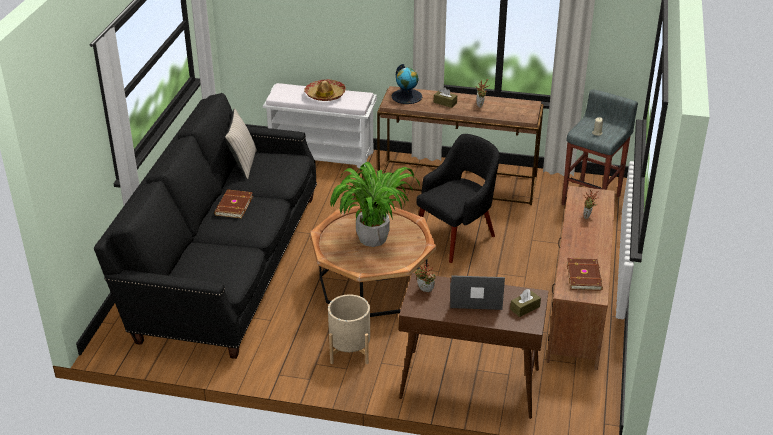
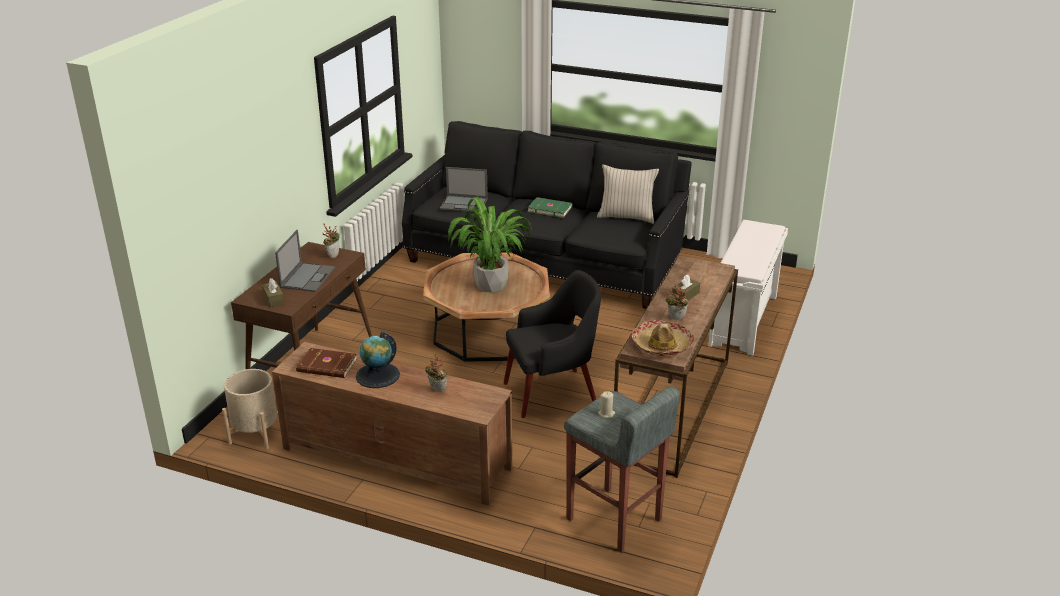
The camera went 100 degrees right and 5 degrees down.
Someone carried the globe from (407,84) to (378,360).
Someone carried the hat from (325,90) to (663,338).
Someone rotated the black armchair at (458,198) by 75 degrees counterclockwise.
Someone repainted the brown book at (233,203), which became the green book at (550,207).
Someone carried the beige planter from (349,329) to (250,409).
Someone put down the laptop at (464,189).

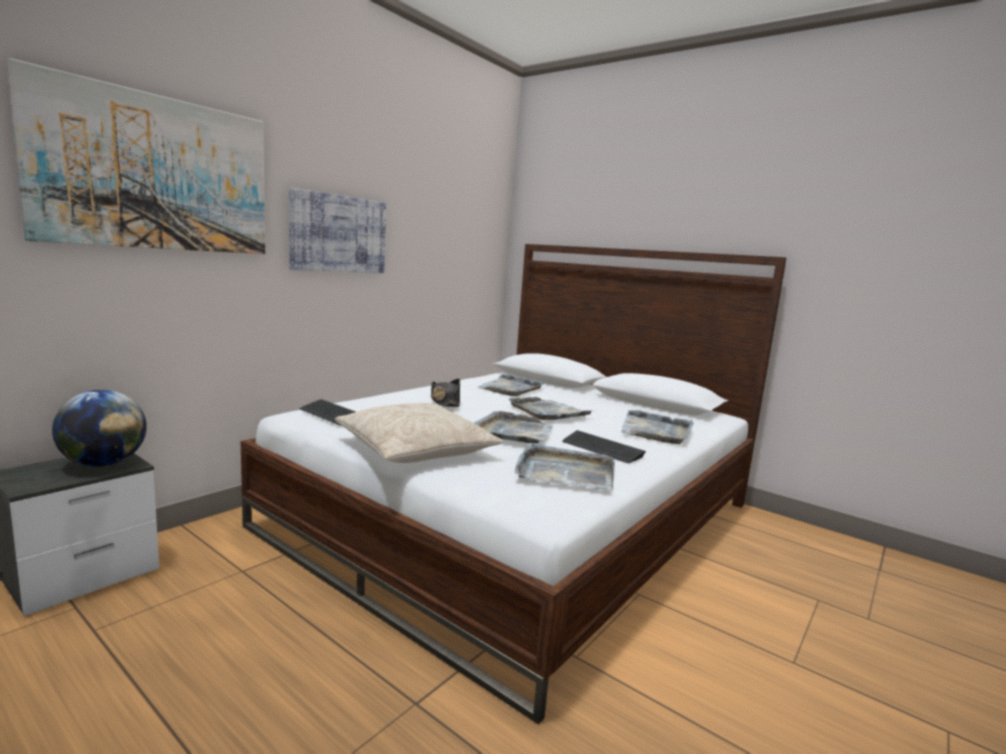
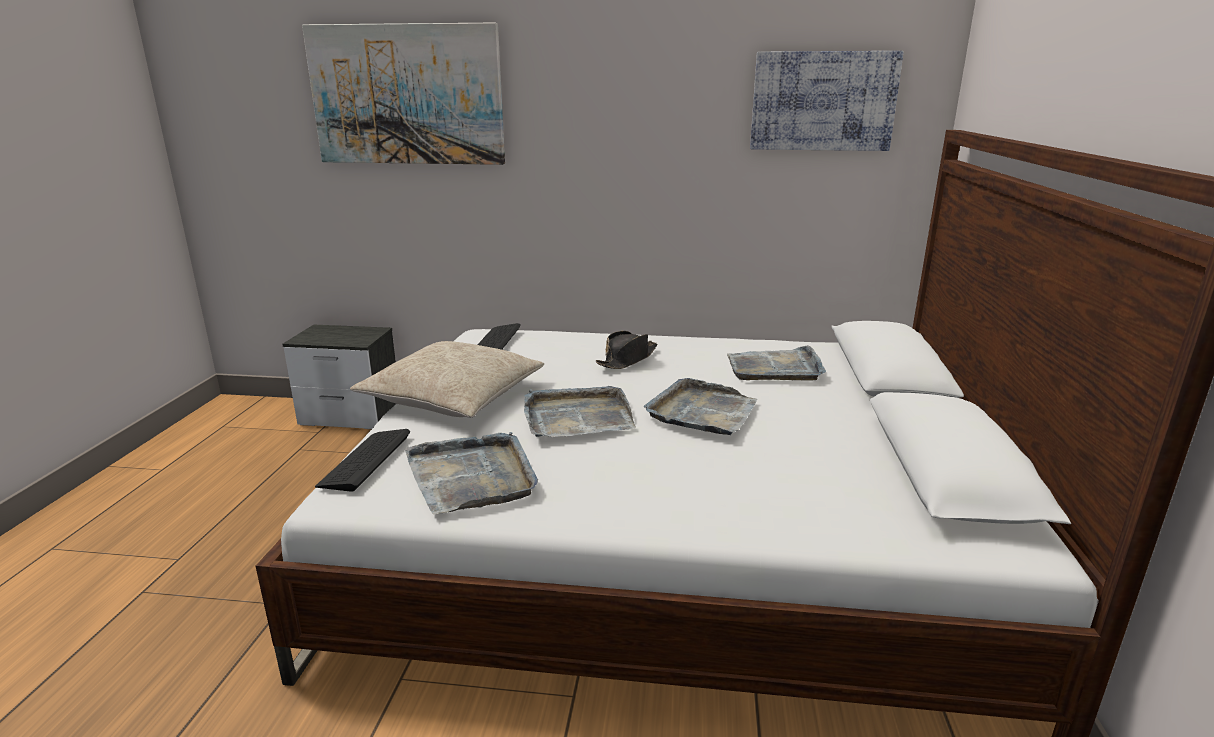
The camera went 60 degrees right and 10 degrees up.
Someone carried the picture from (337,230) to (827,101).
Someone took away the globe at (99,428).
Someone took away the grey tray at (657,427).
Someone carried the keyboard from (604,446) to (362,460).

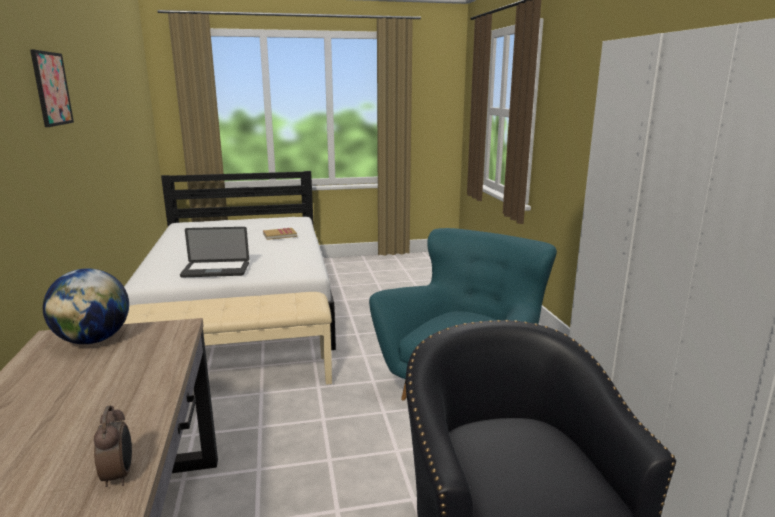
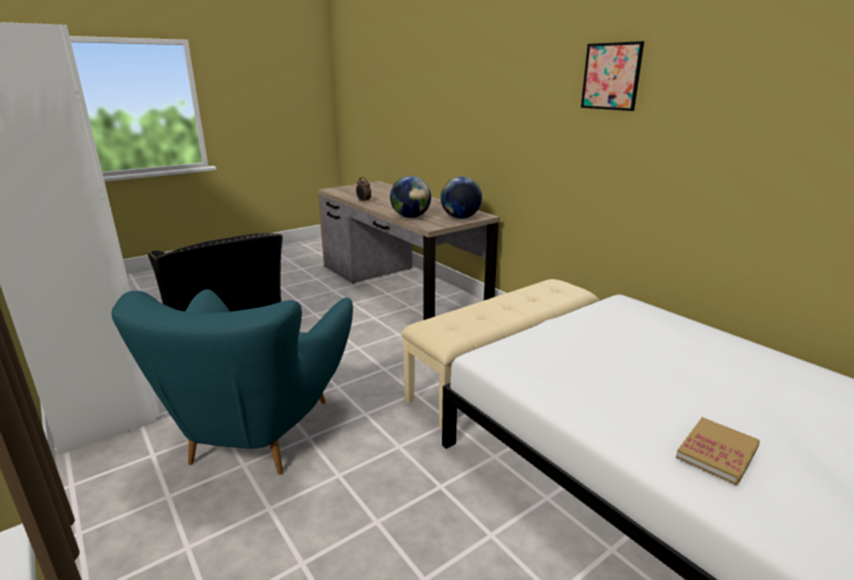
The camera went 155 degrees right and 5 degrees up.
Someone took away the laptop at (214,252).
Someone put down the globe at (410,197).

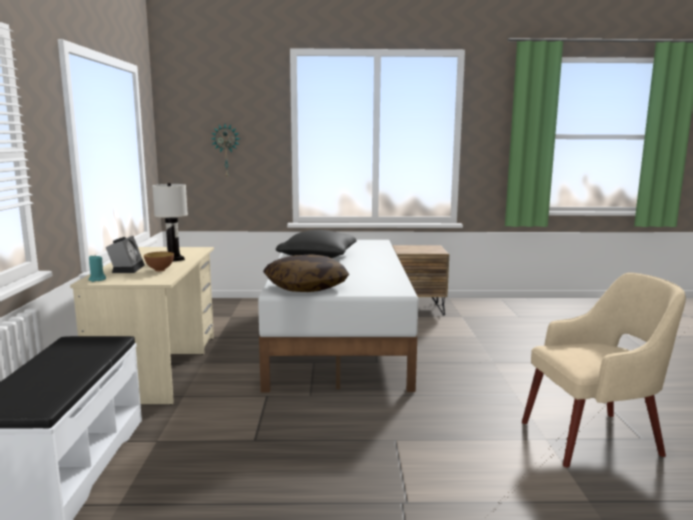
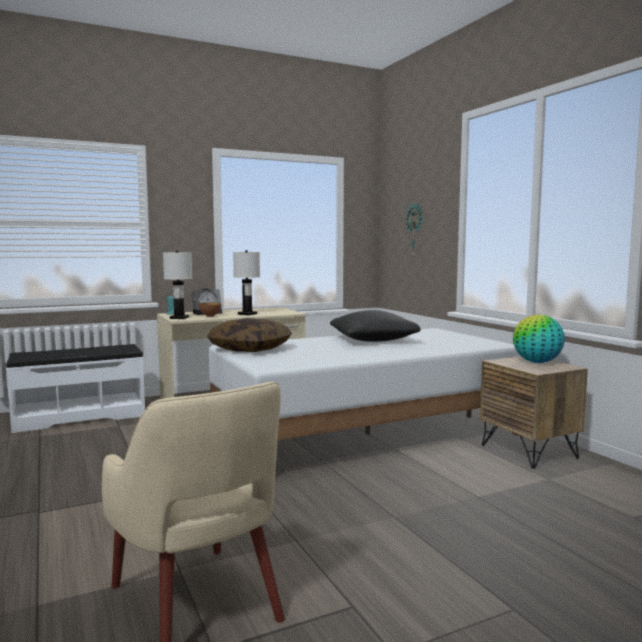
The camera went 65 degrees right and 5 degrees down.
Someone put down the white table lamp at (177,285).
Someone put down the globe at (539,338).

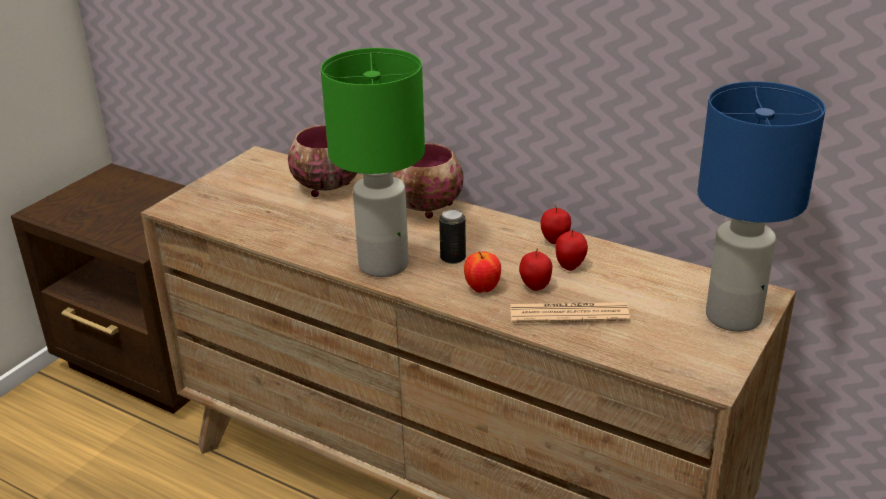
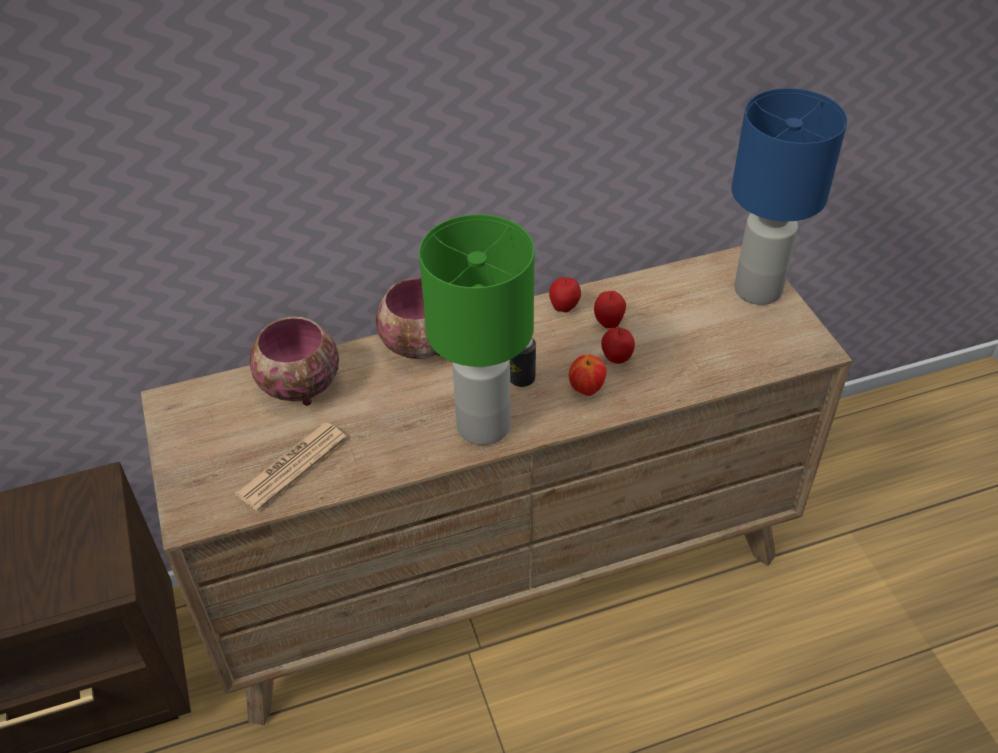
The camera went 50 degrees left and 15 degrees up.
Someone carried the newspaper from (570,312) to (290,467).

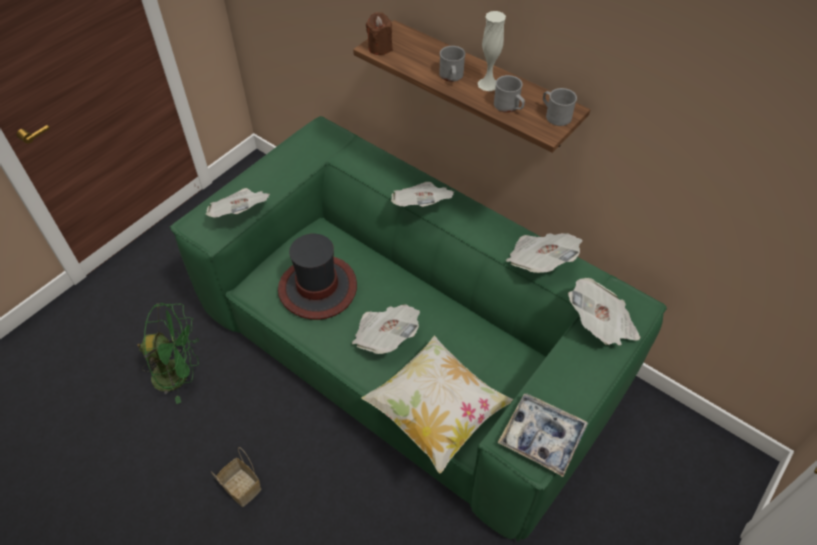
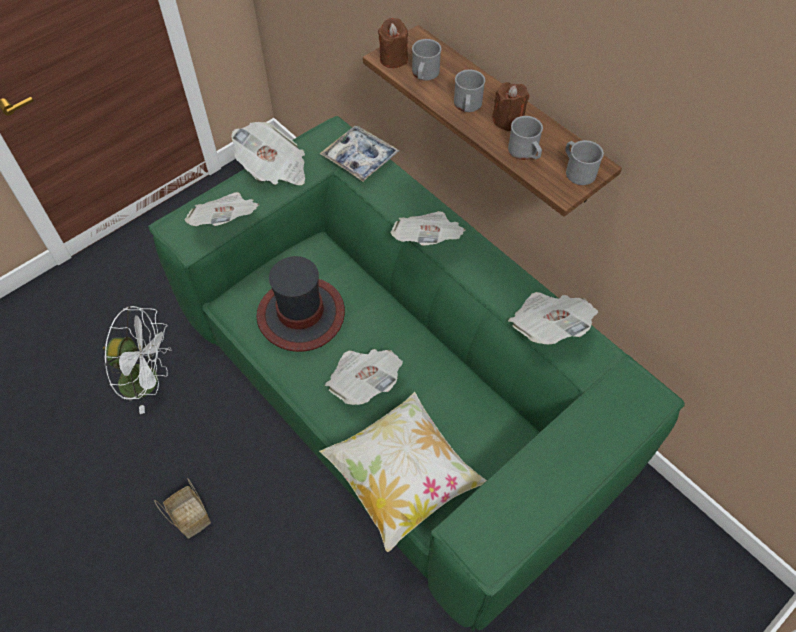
The camera went 10 degrees right and 5 degrees up.
Someone swapped the white vase at (492,51) for the brown candle at (510,106).
Someone carried the newspaper from (604,311) to (268,153).
Someone repainted the green fan at (168,353), which became the white fan at (137,360).
Someone carried the tray from (543,435) to (359,154).
Someone put down the grey mug at (426,60).

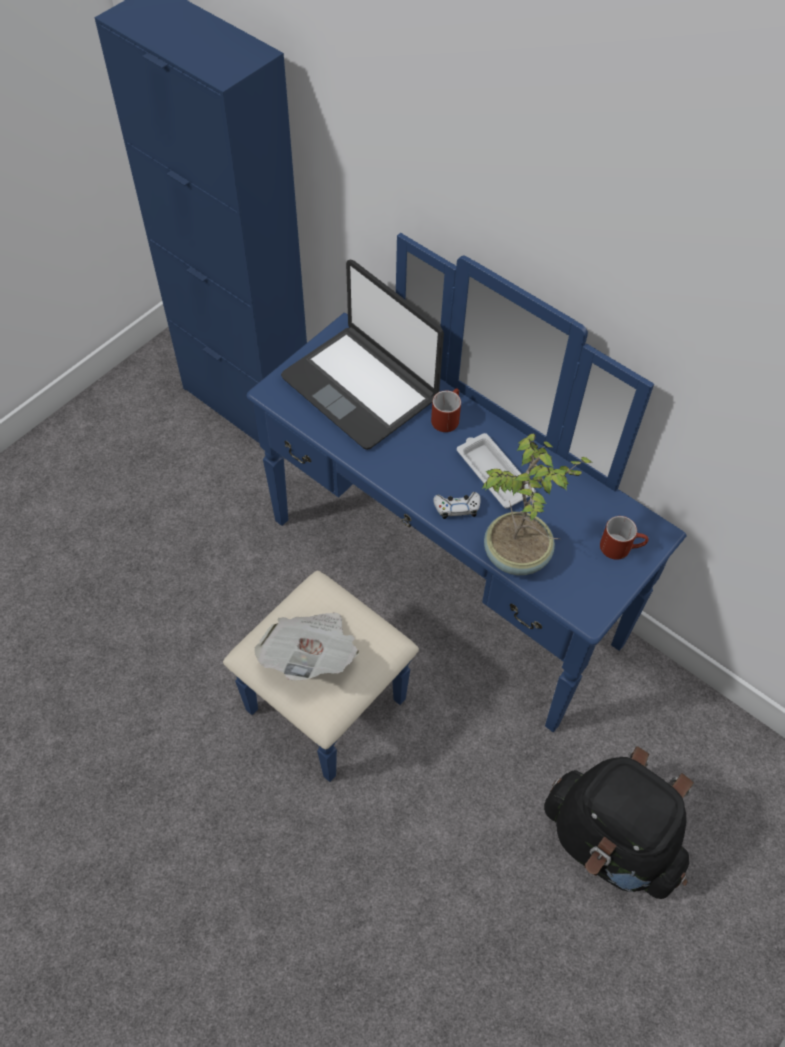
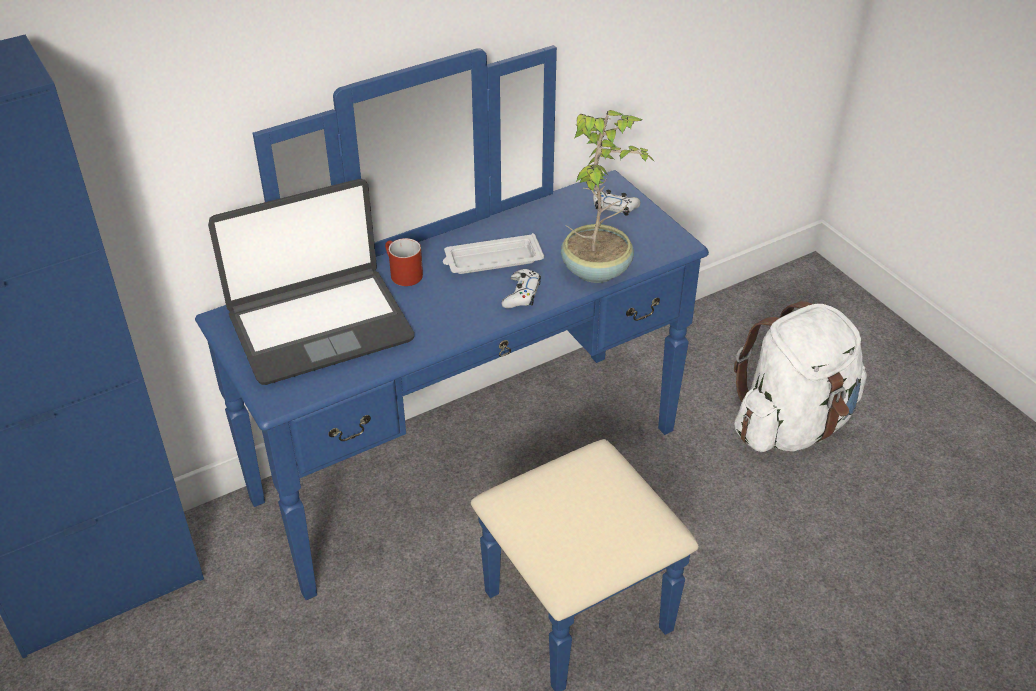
The camera went 70 degrees left and 15 degrees down.
Someone swapped the red mug at (624,538) for the white game controller at (616,203).
Someone took away the newspaper at (306,646).
Someone repainted the black backpack at (619,822), which became the white backpack at (800,376).

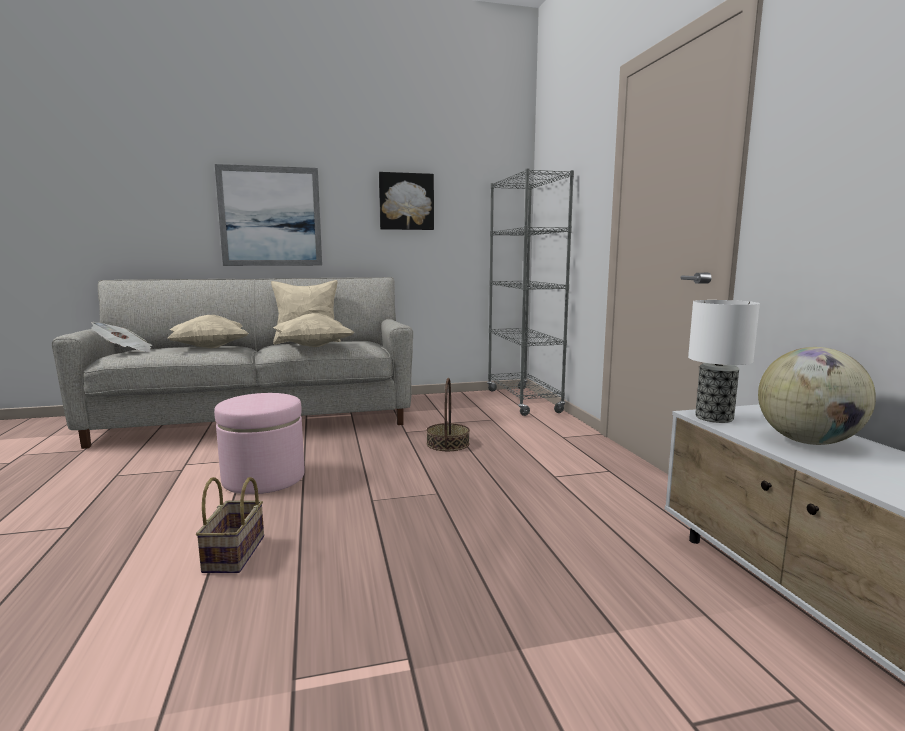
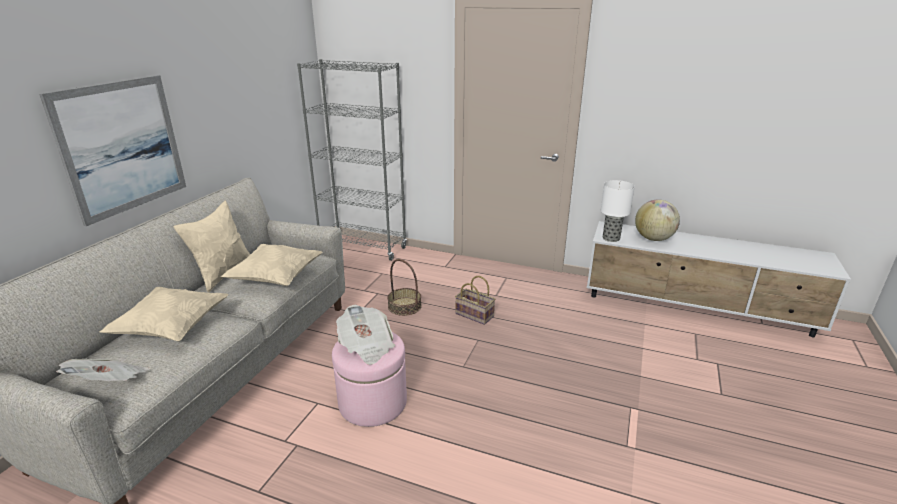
The camera went 55 degrees left and 15 degrees up.
Someone took away the picture at (406,201).
Someone carried the basket from (230,525) to (475,300).
Someone put down the newspaper at (365,335).

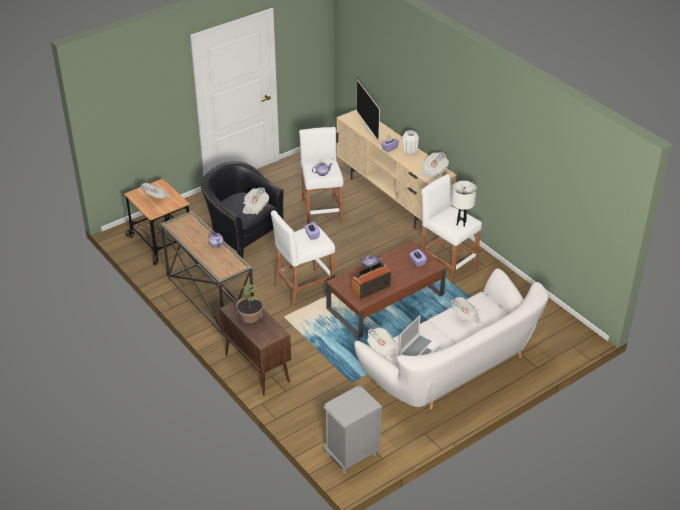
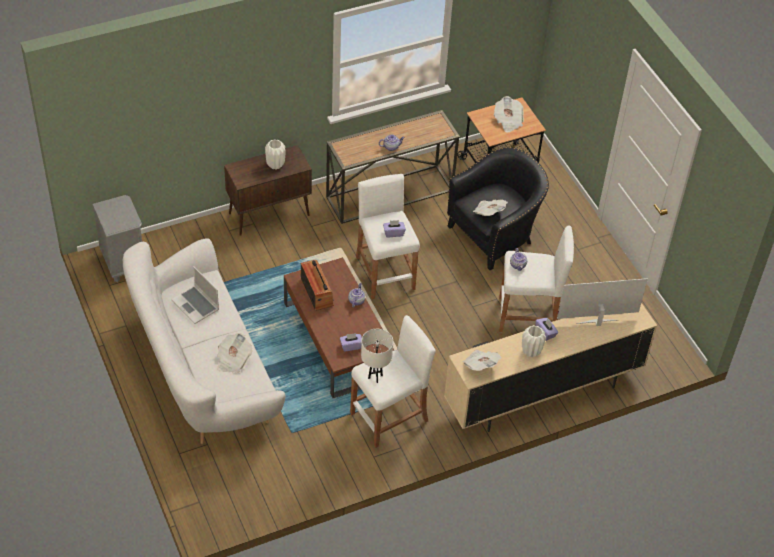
The camera went 100 degrees right and 10 degrees up.
Someone swapped the potted plant at (249,302) for the white vase at (275,154).
Someone took away the newspaper at (382,343).

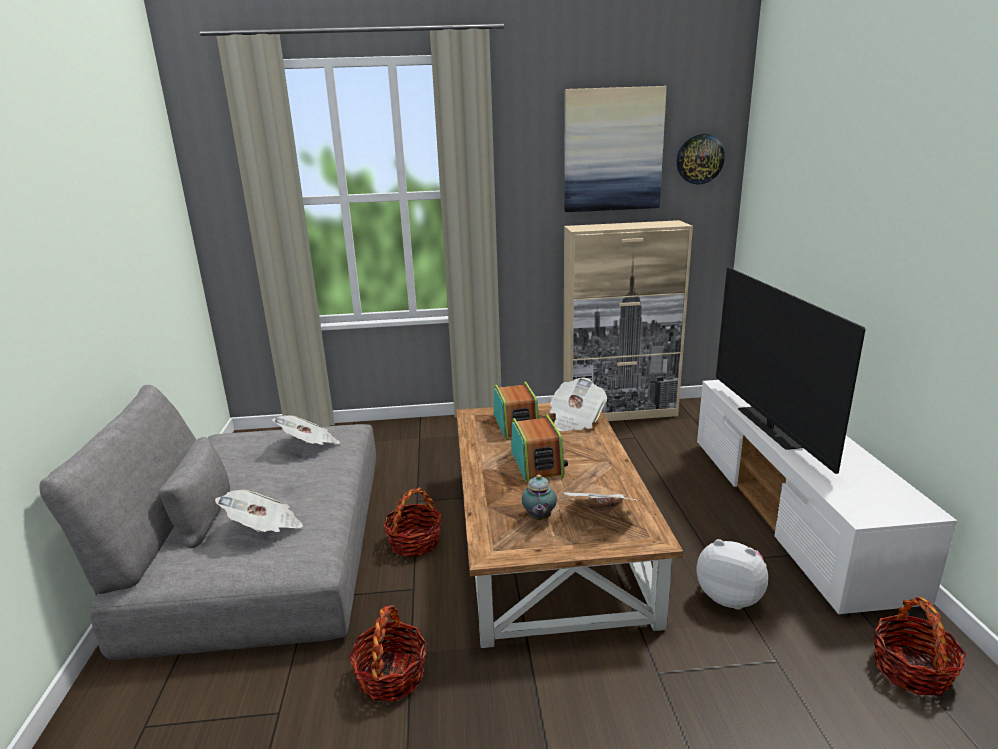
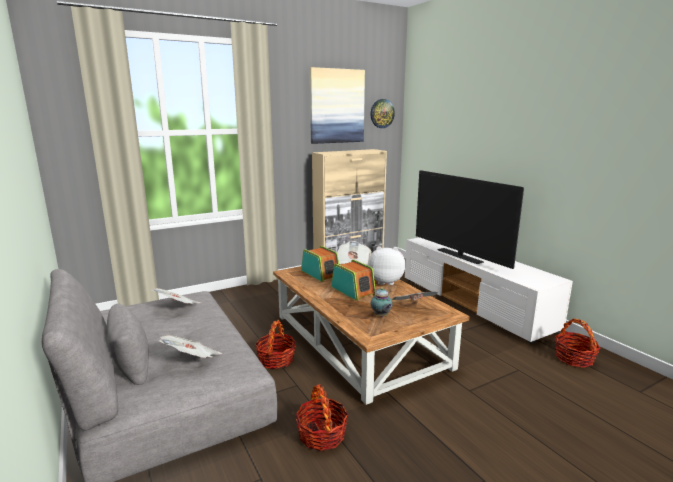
The camera went 25 degrees left and 5 degrees down.
Someone carried the plush toy from (732,574) to (387,265).

